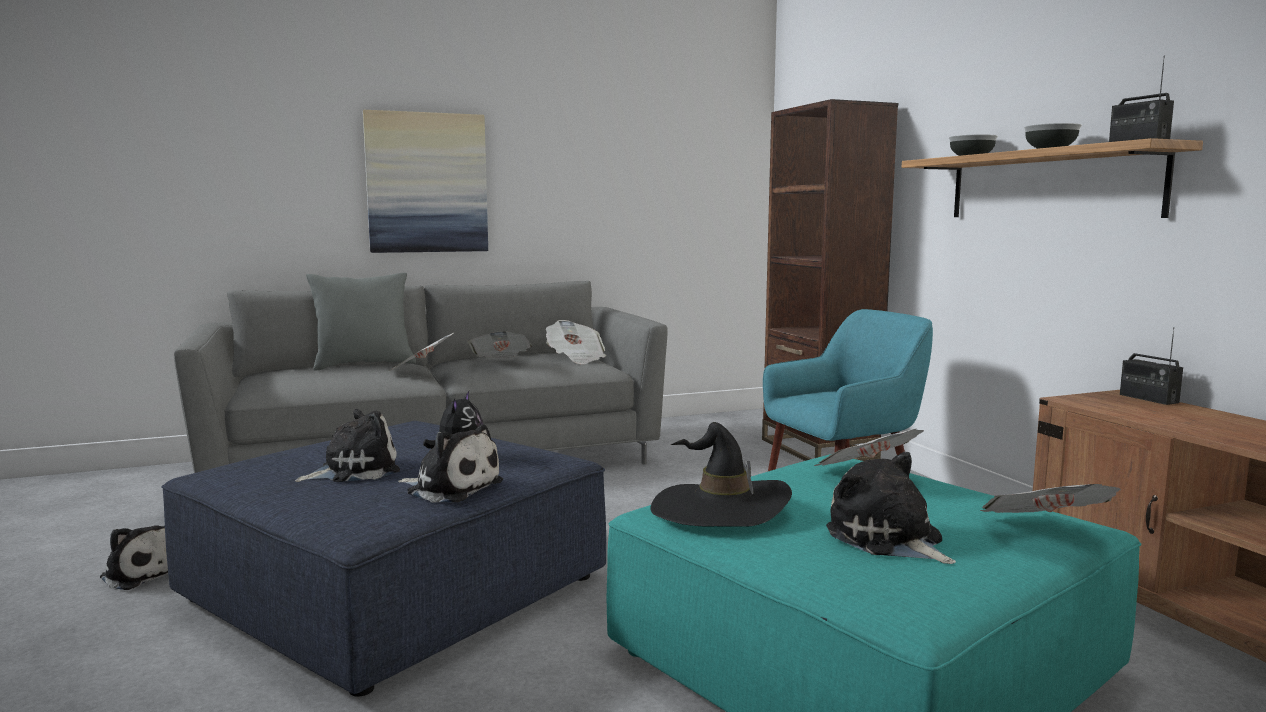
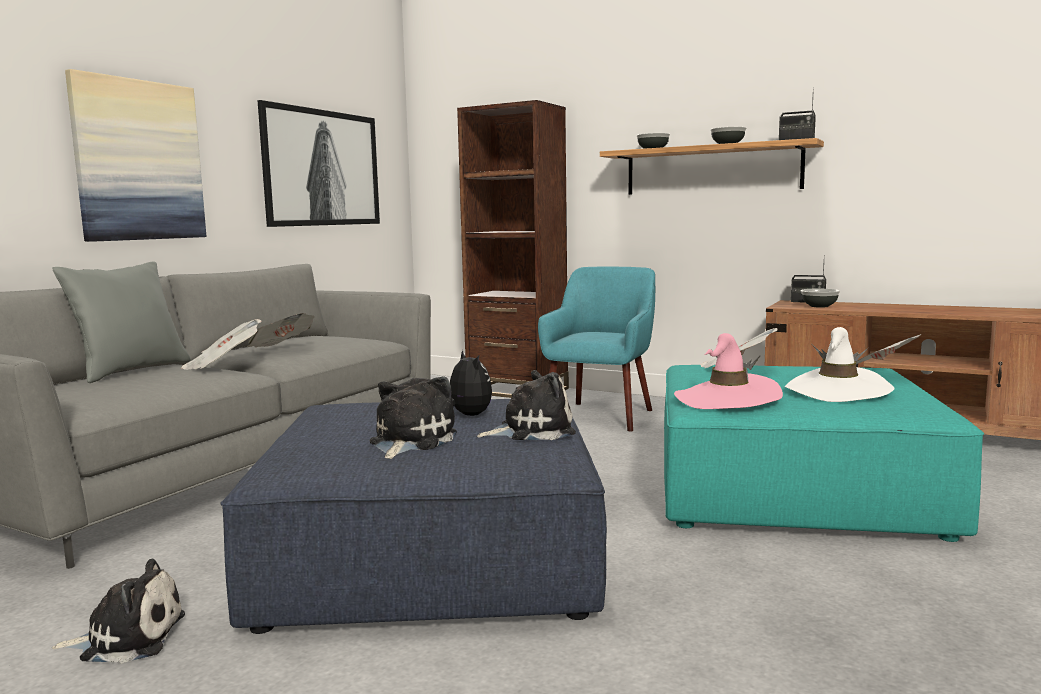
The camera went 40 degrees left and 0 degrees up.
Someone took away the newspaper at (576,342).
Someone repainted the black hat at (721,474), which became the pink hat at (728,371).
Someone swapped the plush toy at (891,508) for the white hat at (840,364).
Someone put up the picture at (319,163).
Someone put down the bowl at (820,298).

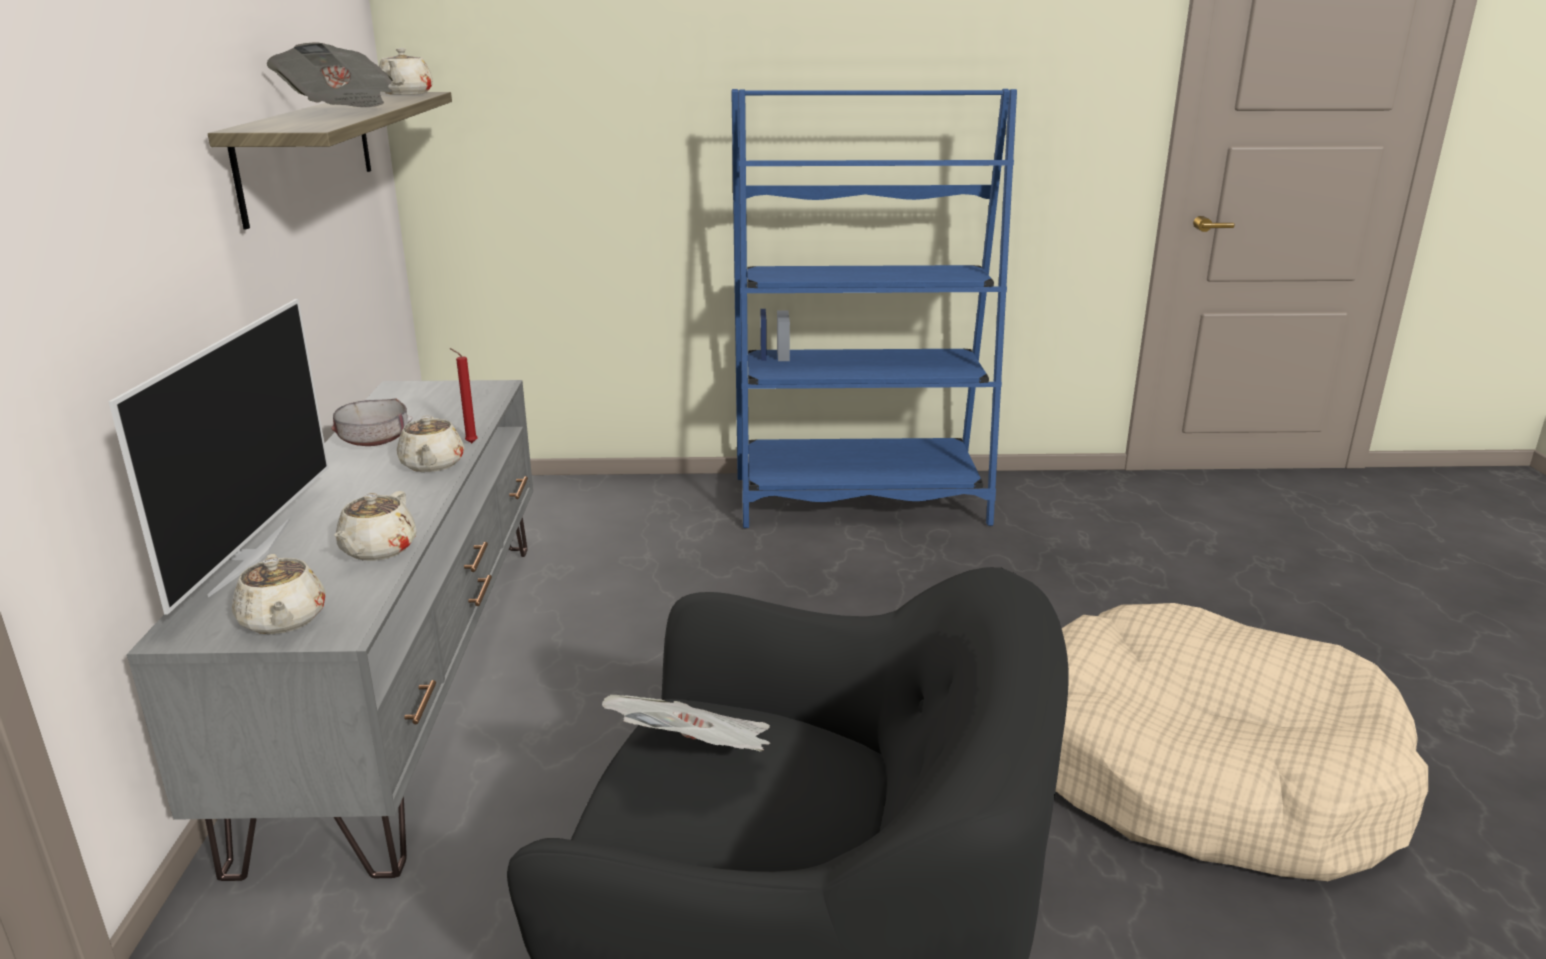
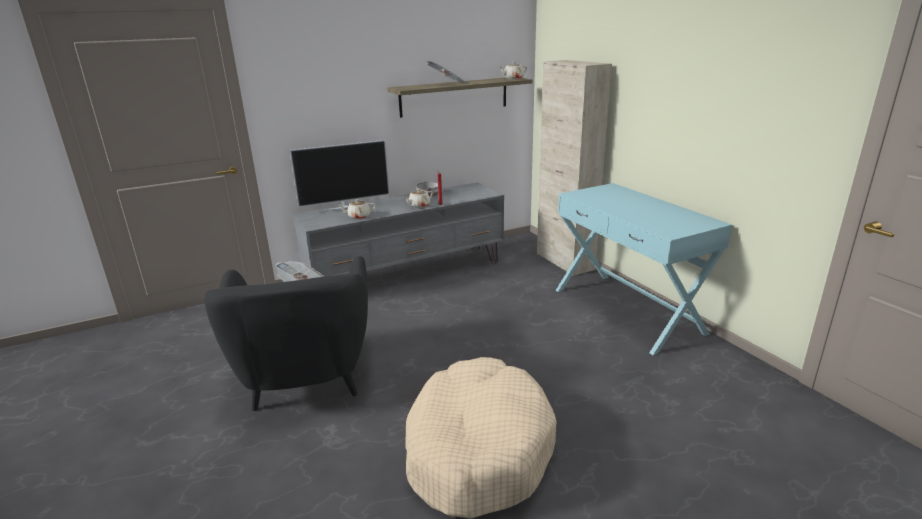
The camera went 65 degrees right and 0 degrees up.
Someone swapped the blue bookcase at (874,308) for the turquoise console table at (644,269).
Someone took away the beige teapot at (279,594).
Someone put down the beige cabinet at (574,168).

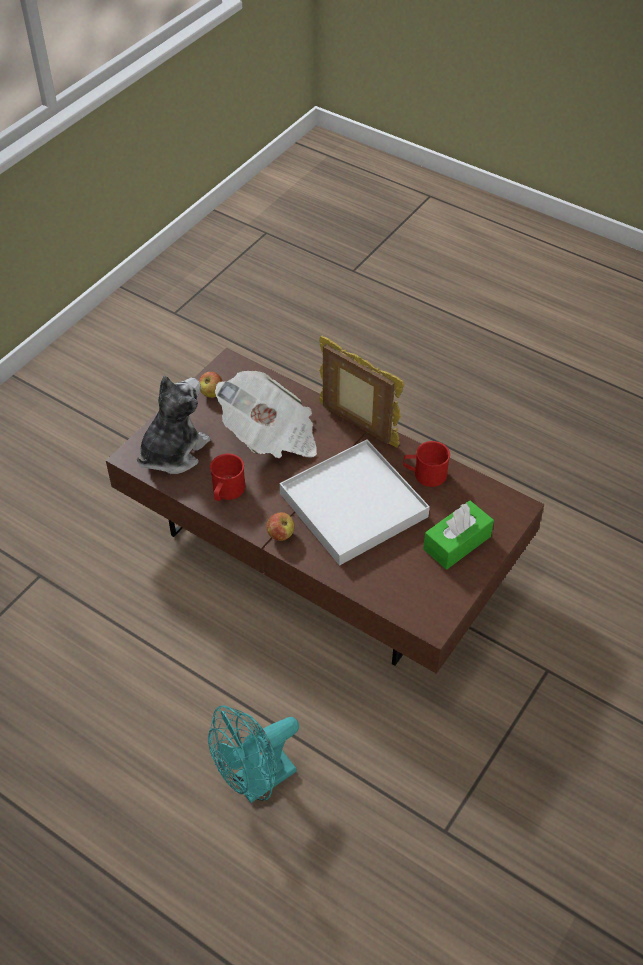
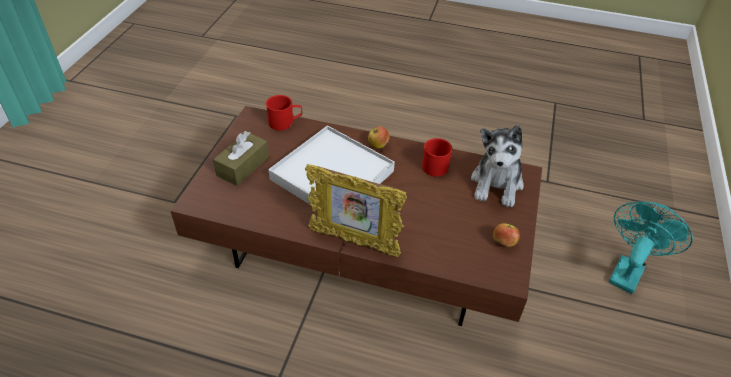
The camera went 160 degrees right and 5 degrees down.
Someone took away the newspaper at (266,414).
Someone carried the red mug from (426,464) to (284,113).
Someone repainted the green tissue box at (458,534), which became the brown tissue box at (241,158).
Someone carried the turquoise fan from (253,754) to (651,248).

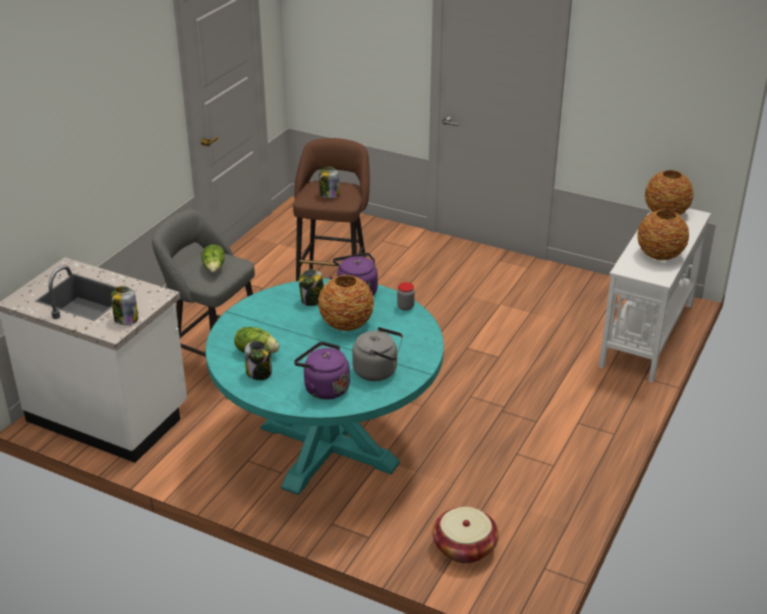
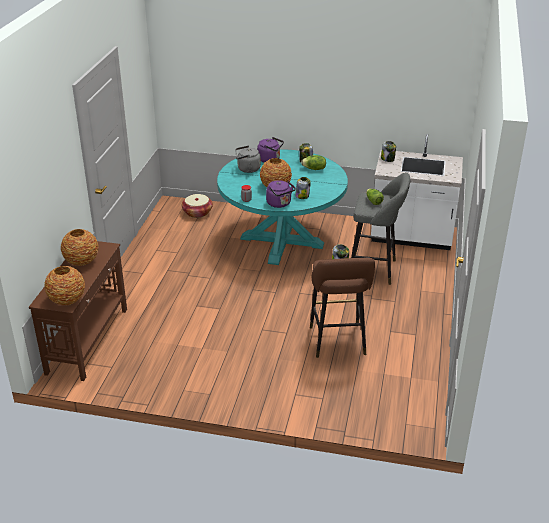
The camera went 165 degrees right and 0 degrees up.
Someone repainted the white console table at (655,295), which became the brown console table at (78,311).

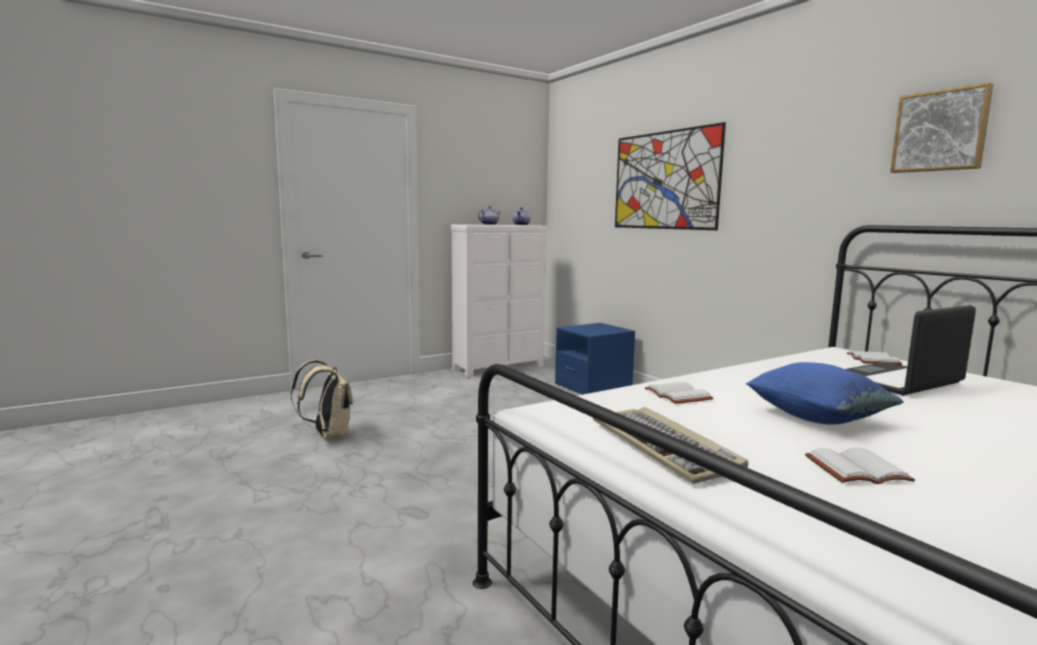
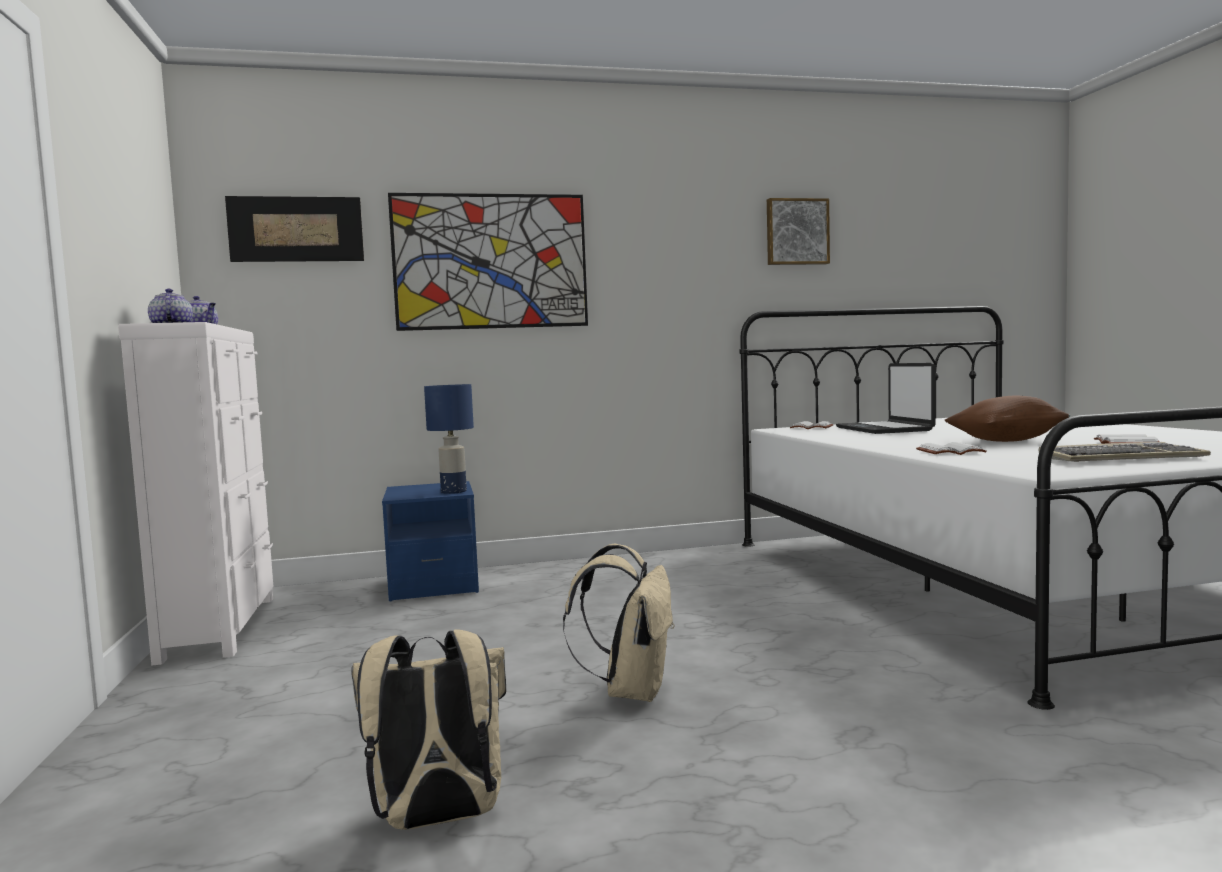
The camera went 70 degrees left and 5 degrees down.
Someone repainted the blue pillow at (825,393), which became the brown pillow at (1007,419).
Someone put up the picture at (294,229).
Someone put down the blue table lamp at (449,439).
Someone put down the beige backpack at (619,622).

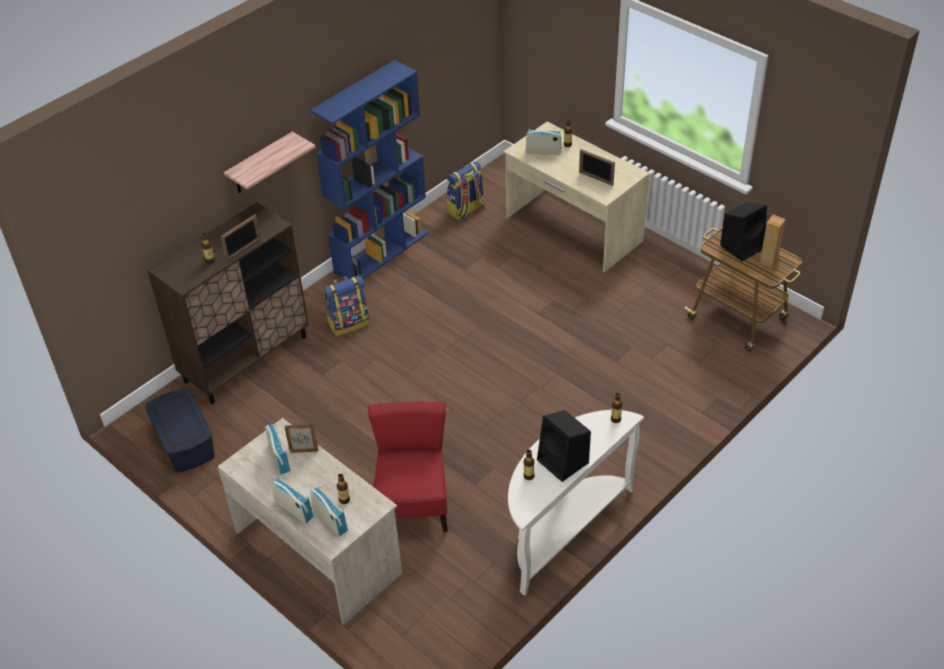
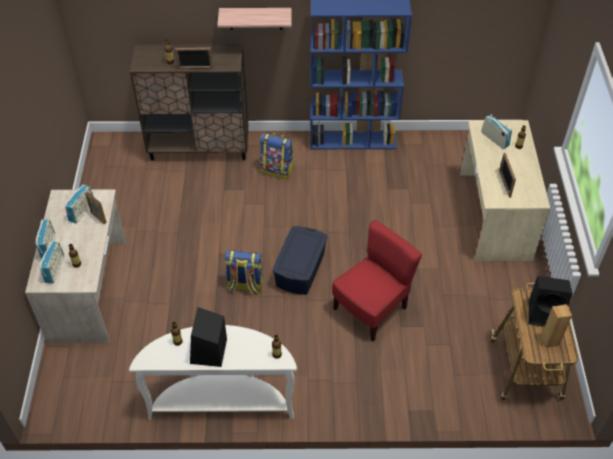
The camera went 45 degrees right and 5 degrees up.
Someone carried the backpack from (465,190) to (244,272).
Someone carried the blue storage box from (180,430) to (300,260).
Someone carried the red chair from (408,467) to (377,280).

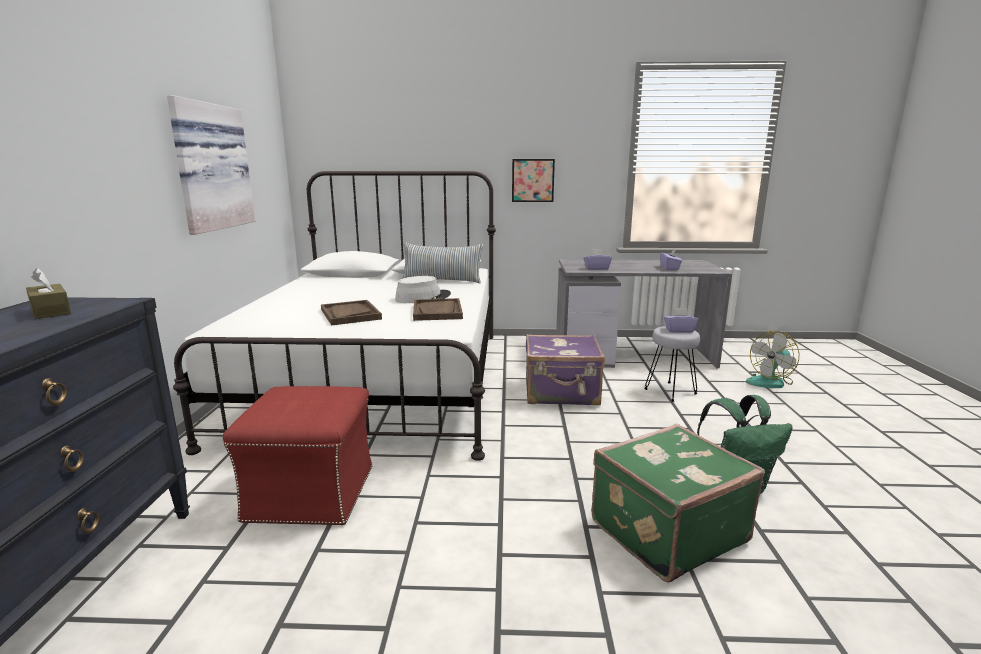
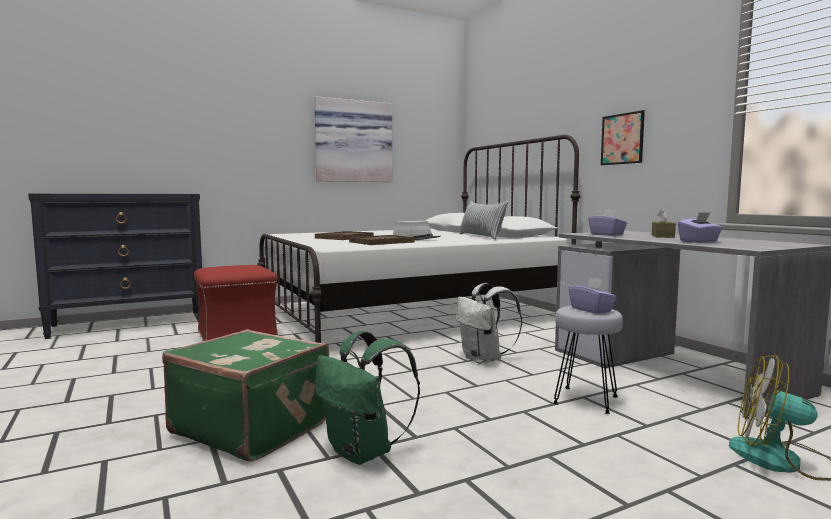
The camera went 60 degrees right and 10 degrees down.
Someone carried the brown tissue box from (48,293) to (664,223).
Someone swapped the purple suitcase at (565,369) for the white backpack at (489,323).

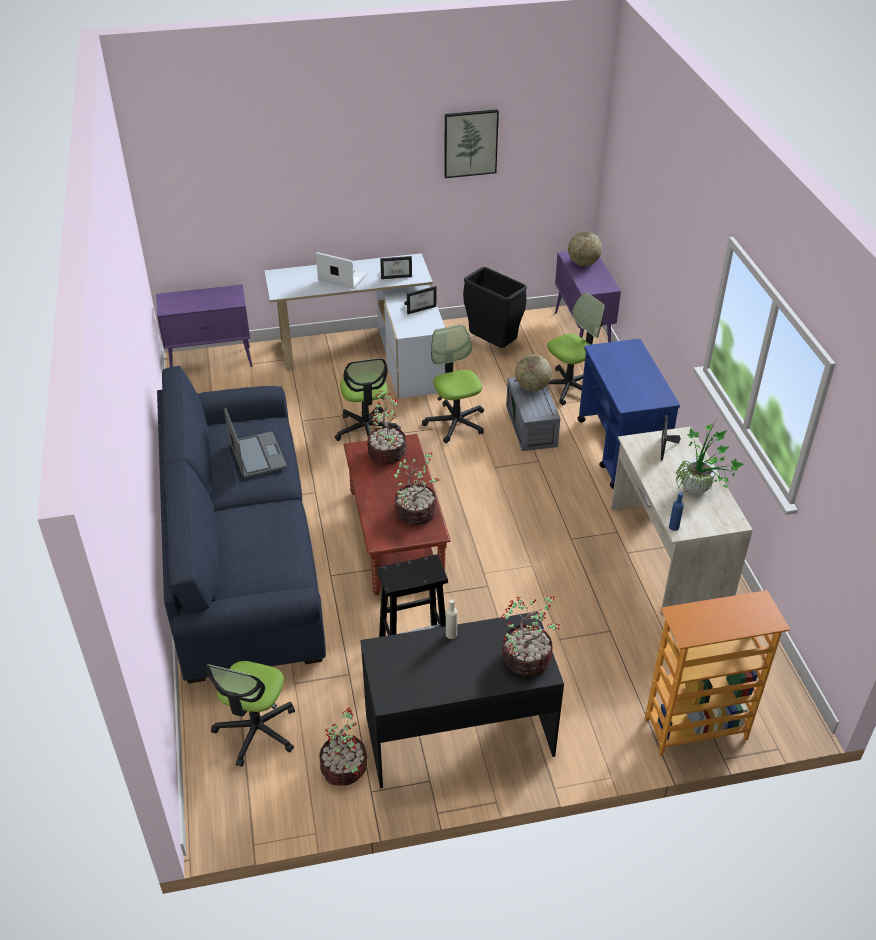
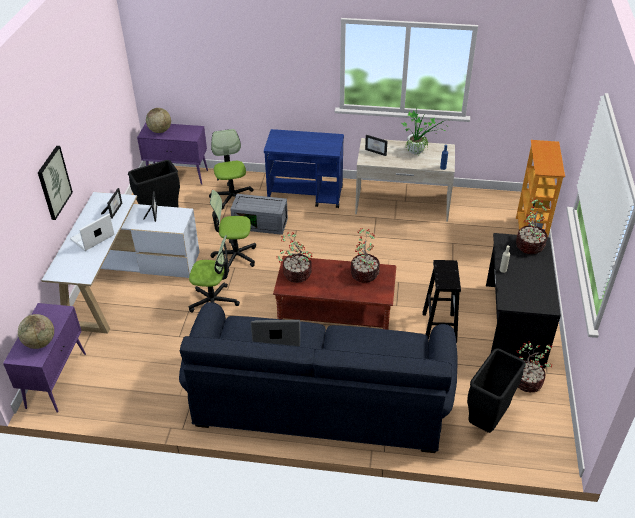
The camera went 70 degrees left and 0 degrees up.
Someone carried the picture from (471,143) to (55,183).
Someone carried the globe from (533,372) to (36,331).
Someone swapped the office chair at (251,714) for the black trash can at (496,390).

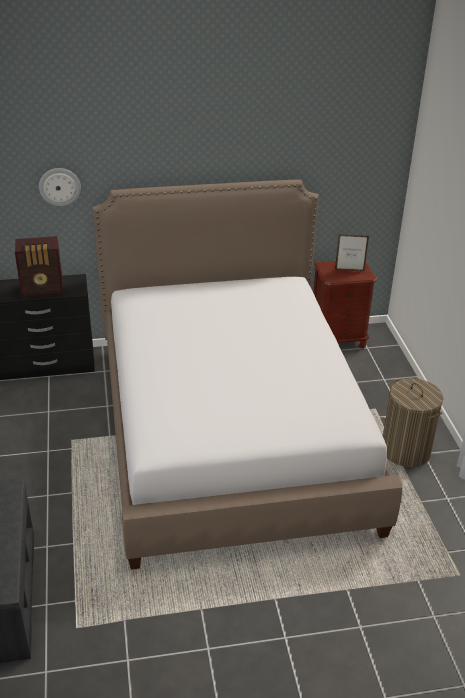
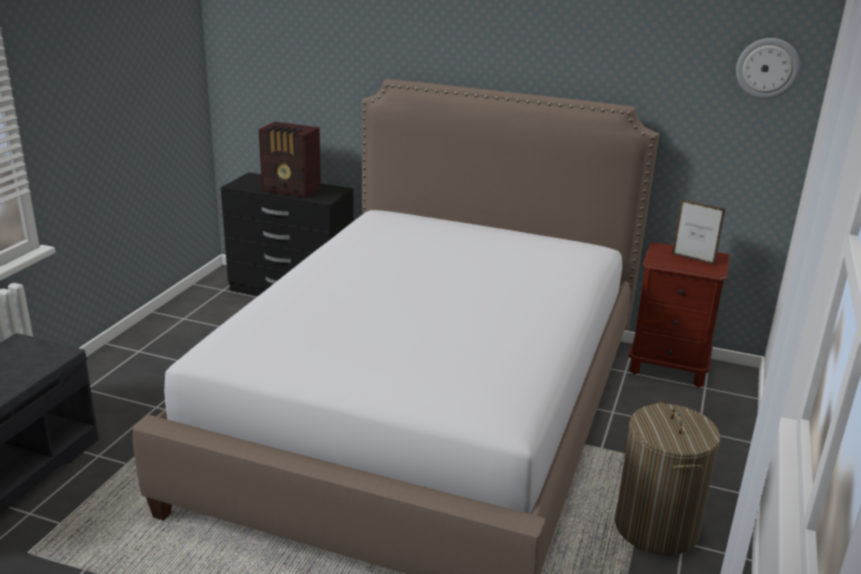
The camera went 30 degrees right and 10 degrees down.
Someone carried the wall clock from (60,187) to (768,68).

